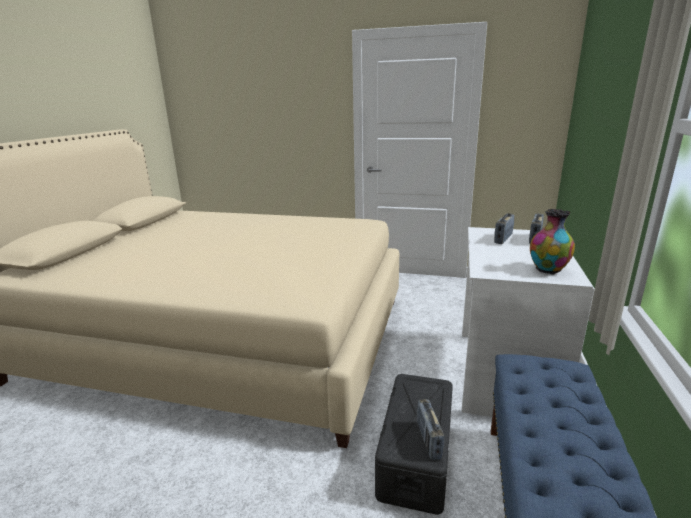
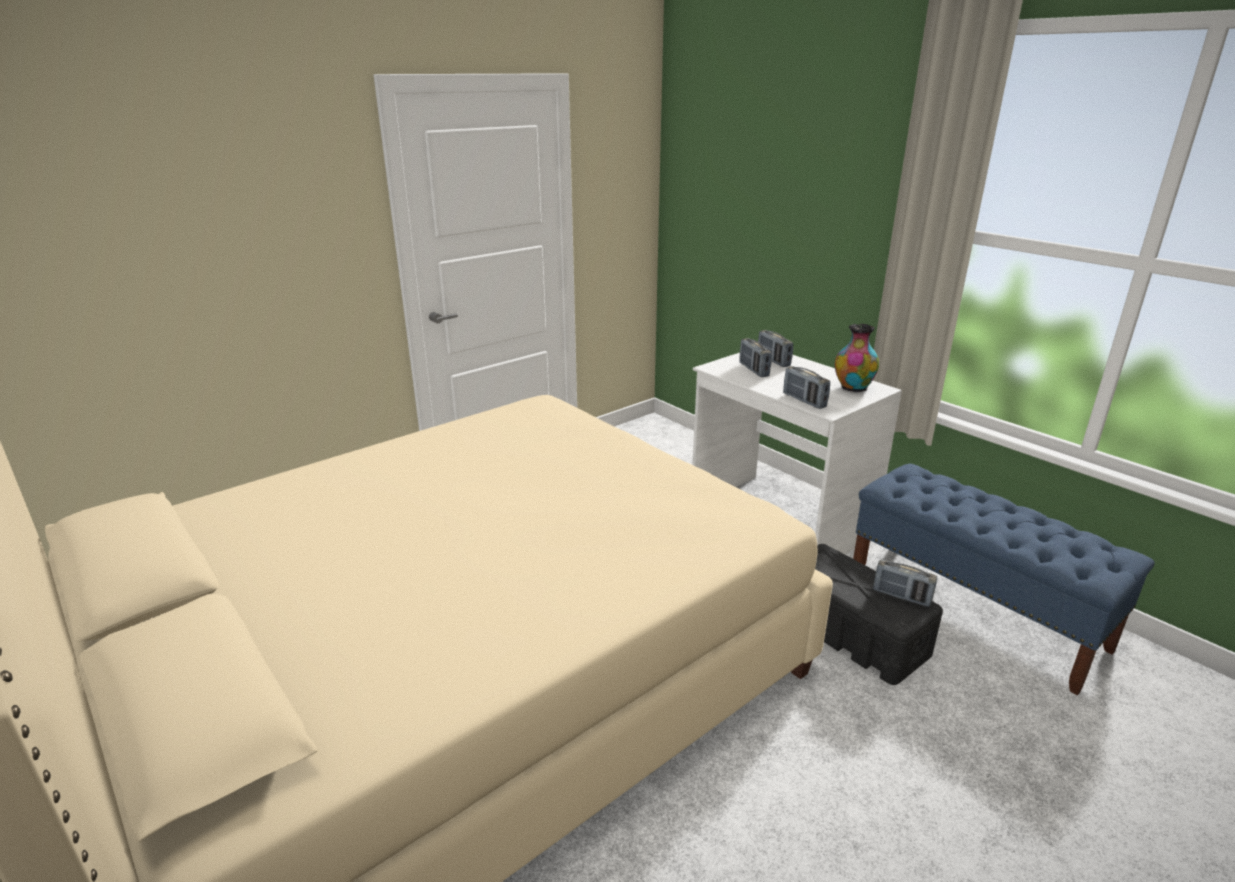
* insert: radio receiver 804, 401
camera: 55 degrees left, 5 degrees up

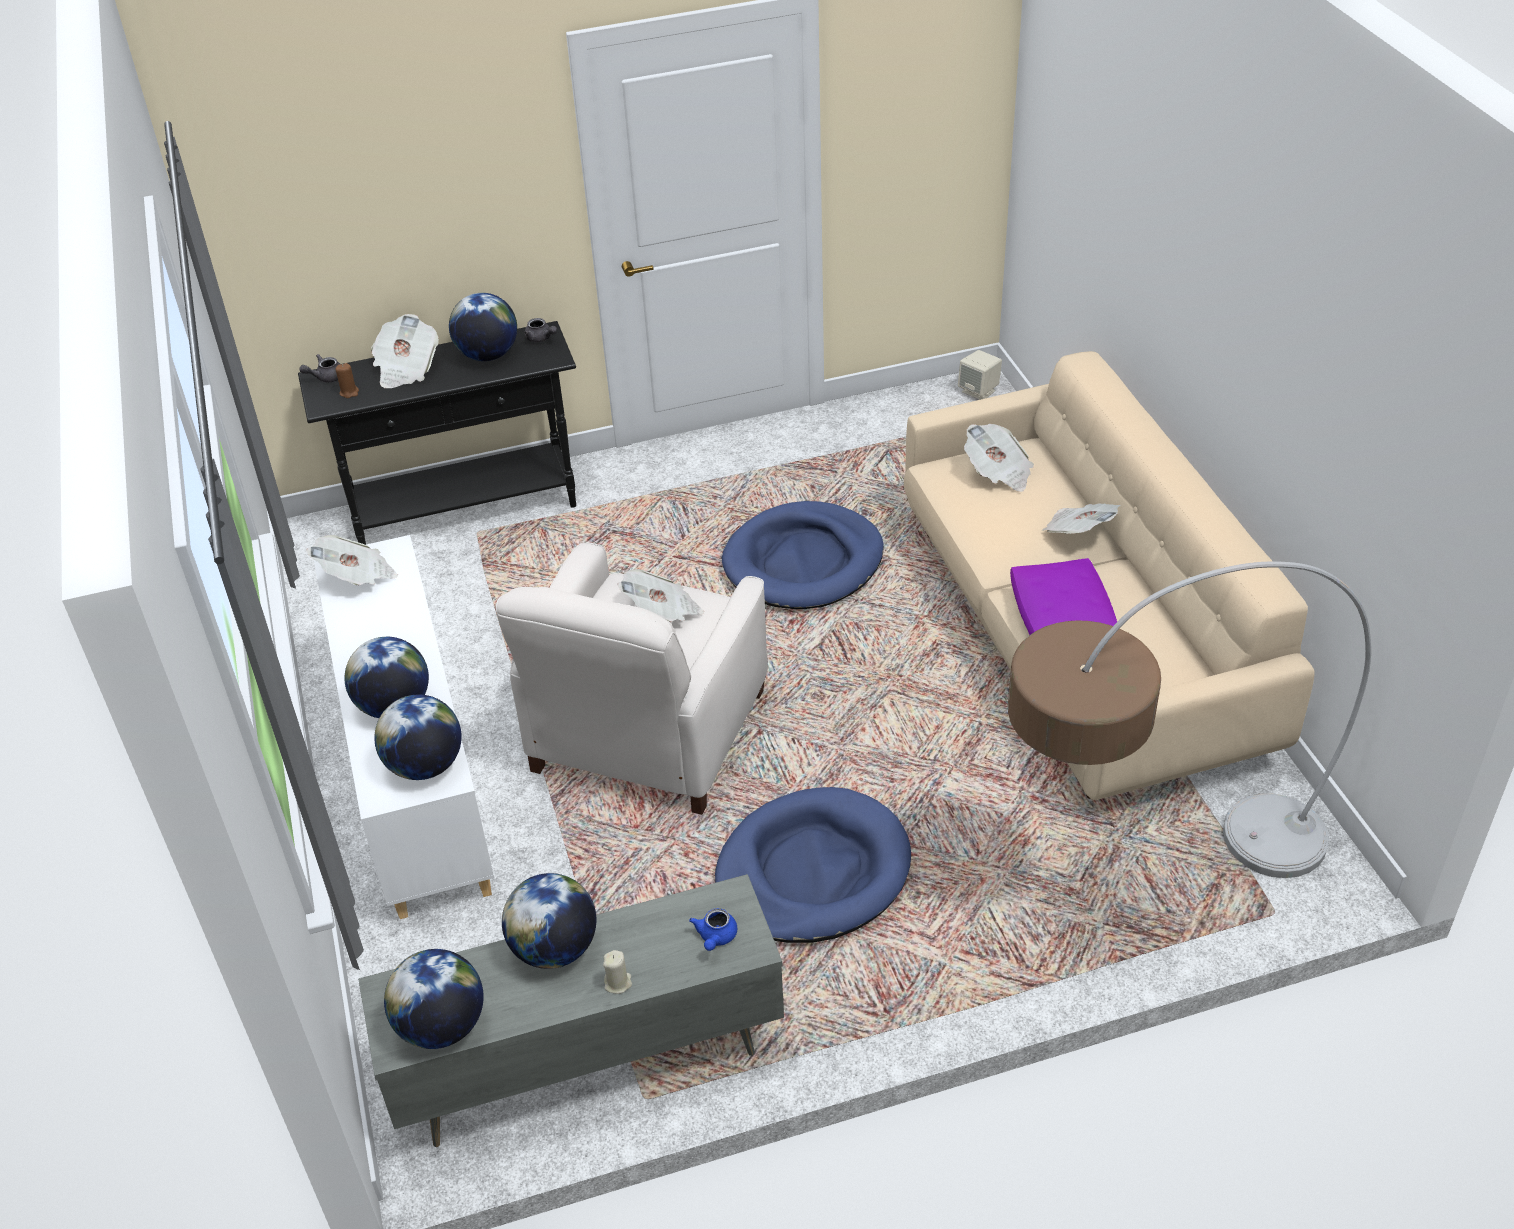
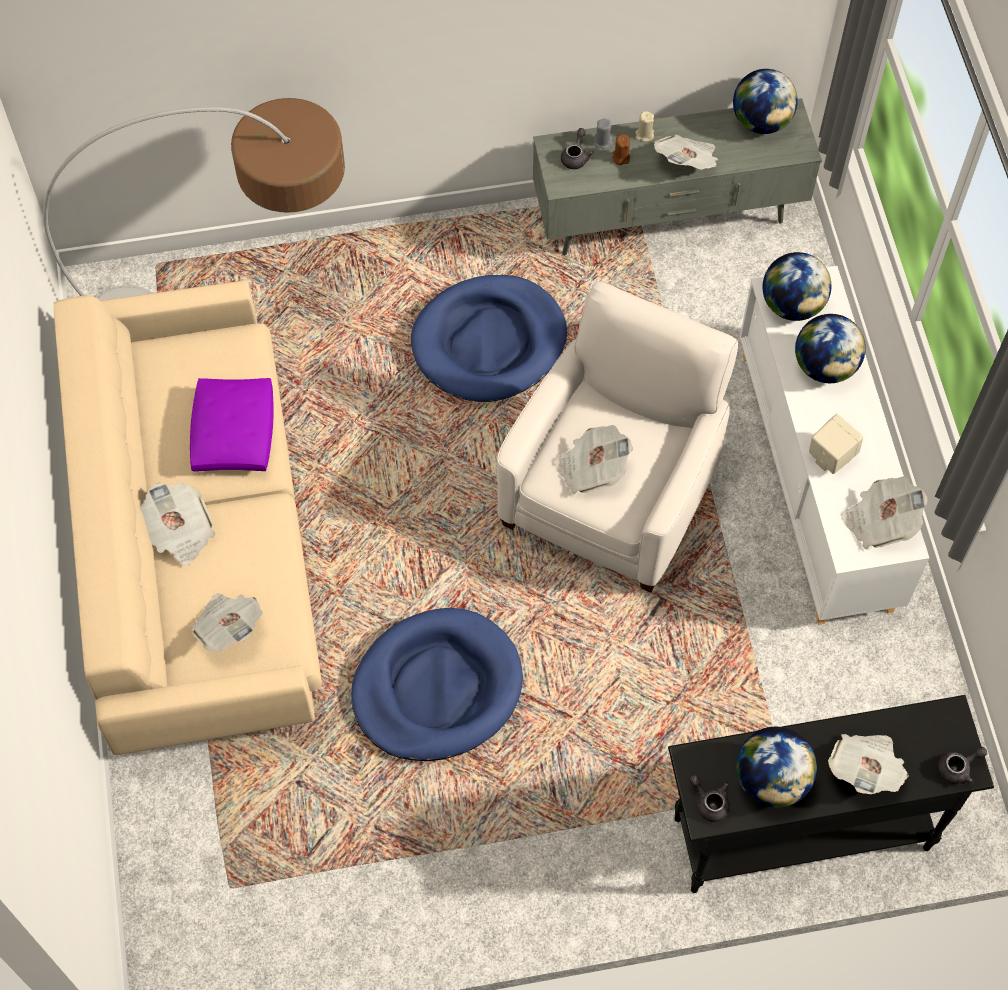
* move: wax light in brown 349, 392 to 620, 157
* replace: globe 554, 949 to daily paper 687, 162
* recolor: teapot in blue 715, 937 to teapot in greyish 576, 156
* move: speaker in beige-coloured 979, 391 to 830, 457
* insert: wax light in greyish 603, 141
camera: 175 degrees left, 20 degrees up

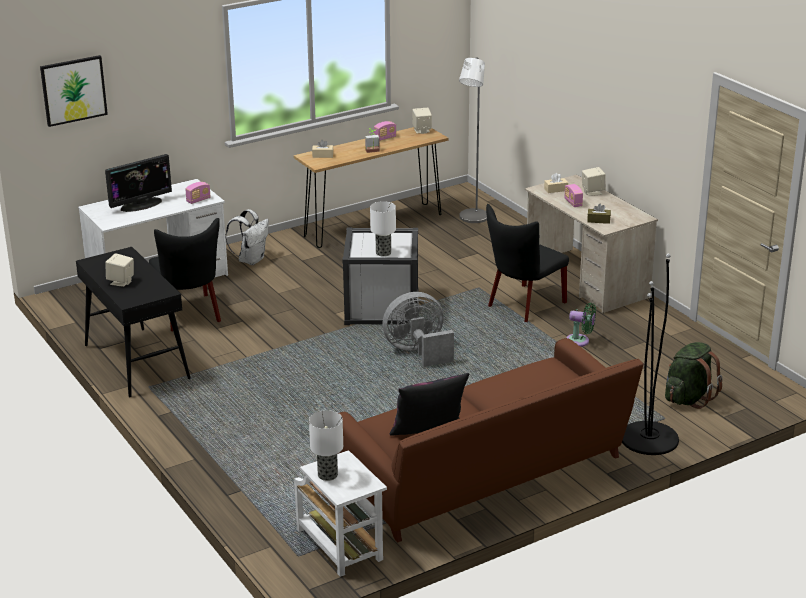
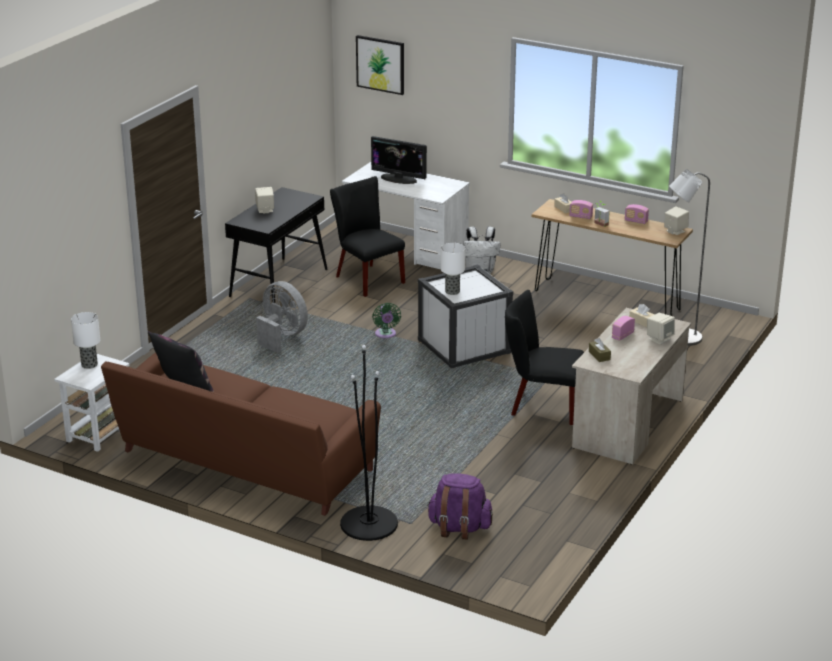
* rotate: upright chair in blackish 189, 315 = 366, 278 105 degrees clockwise
* move: radio receiver 198, 200 to 580, 217
* move: cooling fan in greyish 418, 352 to 282, 336
* move: cooling fan in green 580, 341 to 385, 335
* recolor: knapsack in green 688, 398 to knapsack in purplish 459, 528
camera: 60 degrees right, 0 degrees up

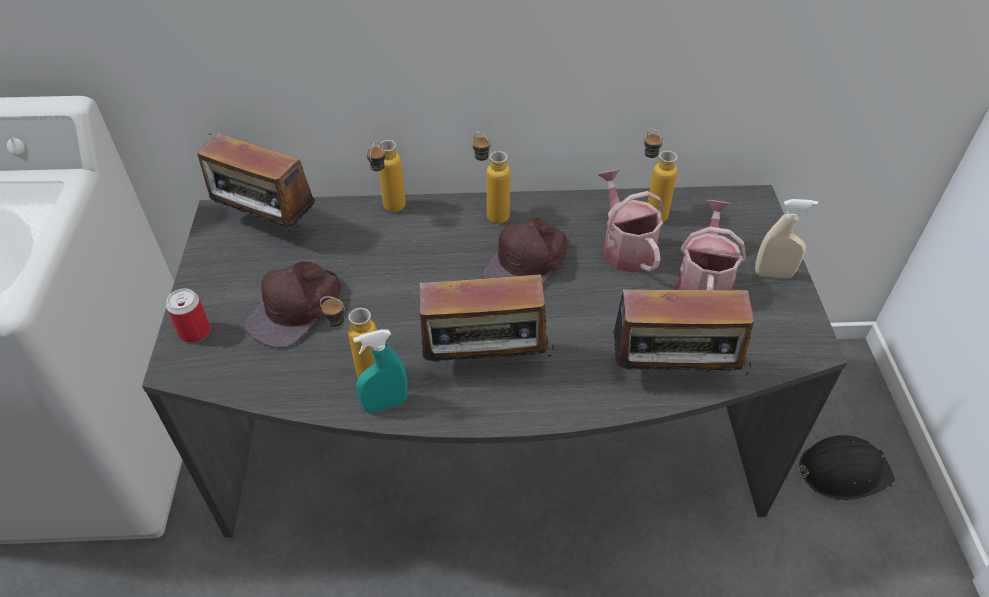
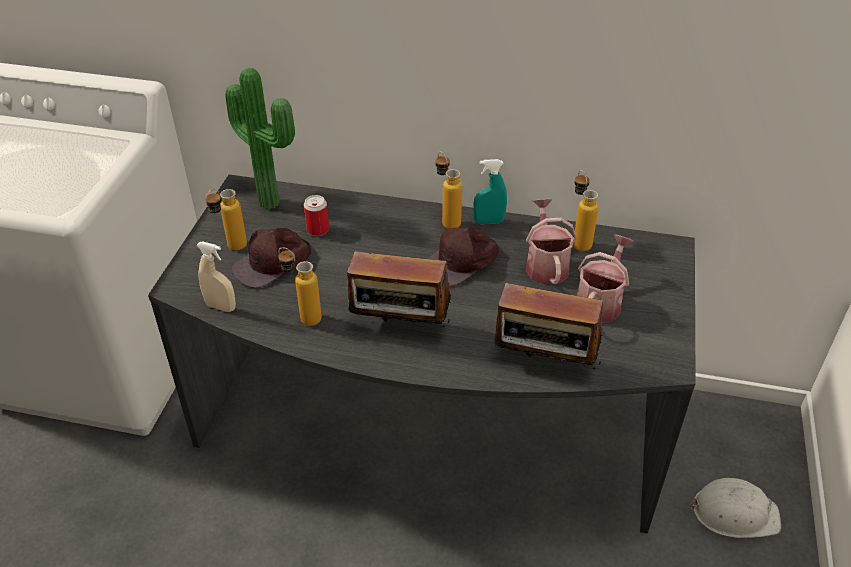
* move: metal can 195, 332 to 318, 230
* replace: radio receiver 267, 225 to potted plant 272, 201
* move: sprayer in blue-green 385, 404 to 489, 222
* move: beverage bottle 390, 211 to 231, 249
* move: sprayer in beige-coloured 773, 274 to 221, 307
* recolor: hard hat in blackish 842, 471 to hard hat in white-coloured 734, 513
camera: 15 degrees right, 5 degrees down

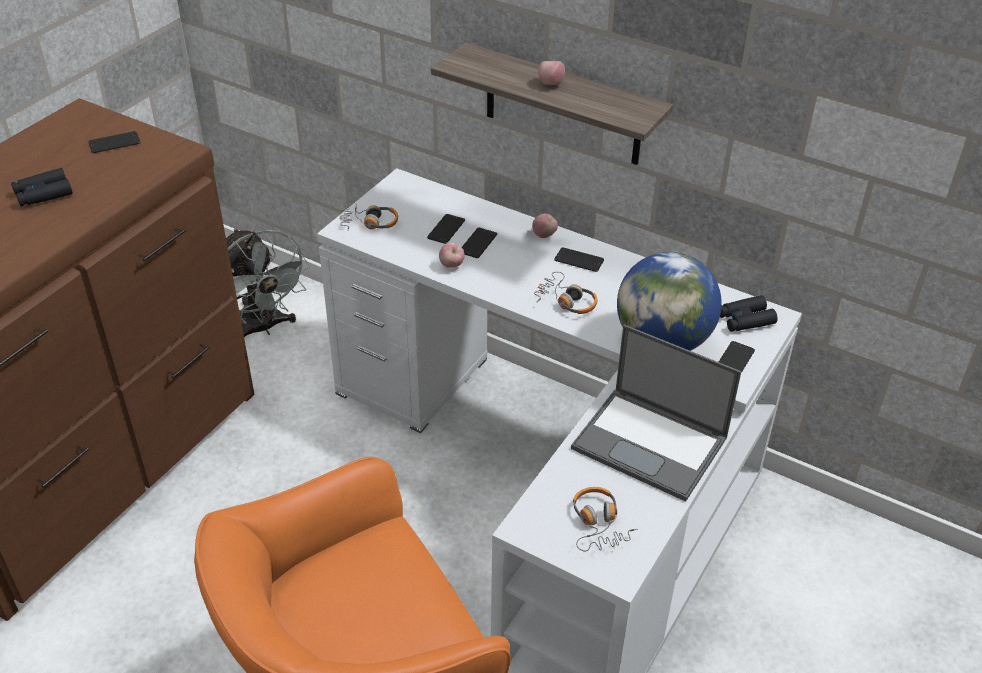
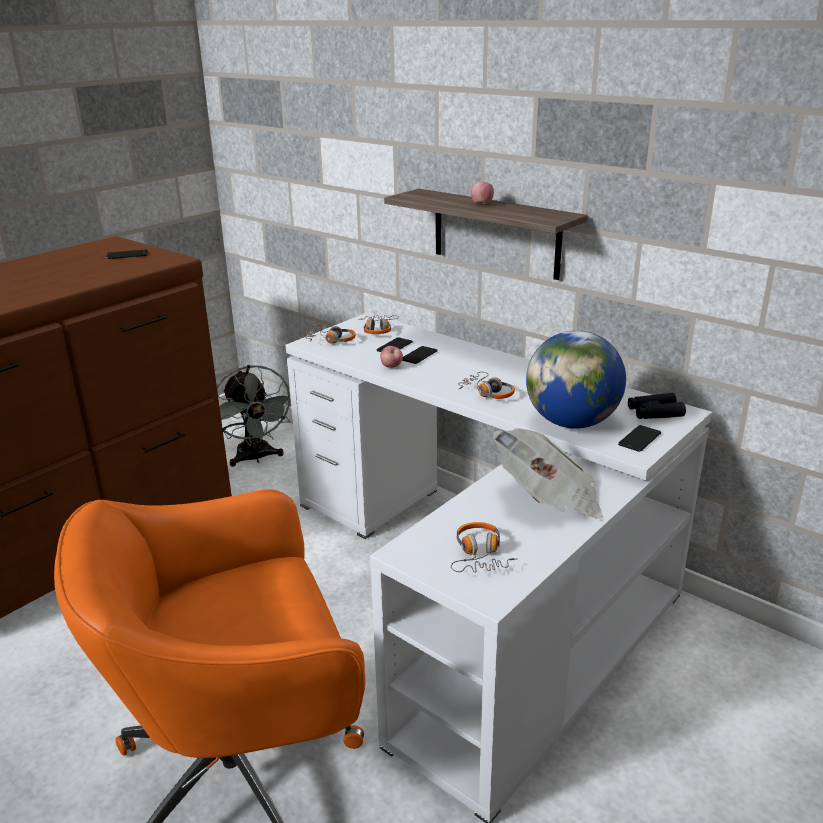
* delete: field glasses in blackish 43, 194
* delete: apple 544, 235
* delete: handset 579, 260
* replace: portable computer 651, 443 to daily paper 548, 499
* insert: headset 378, 329
camera: 10 degrees right, 15 degrees down

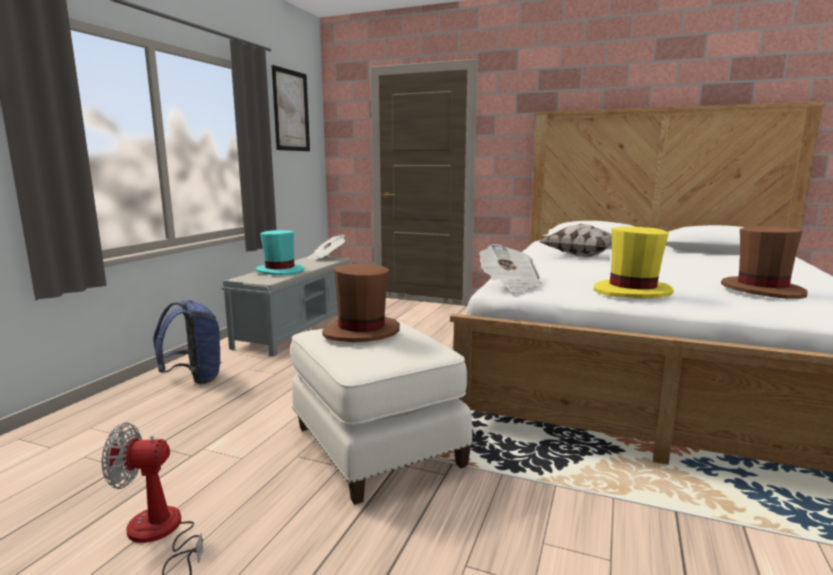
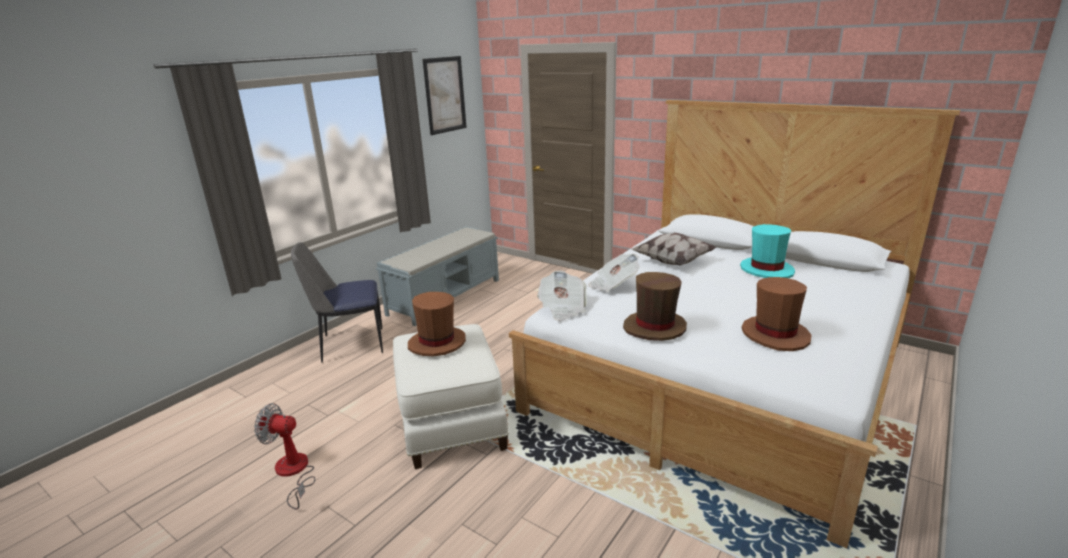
* replace: knapsack in blue 194, 379 to upright chair 350, 345
* move: clothing hat in blue-green 280, 271 to 766, 270
* move: daily paper 326, 257 to 613, 285
* recolor: clothing hat in yellowish 632, 291 to clothing hat in brown 654, 327
camera: 15 degrees right, 10 degrees up

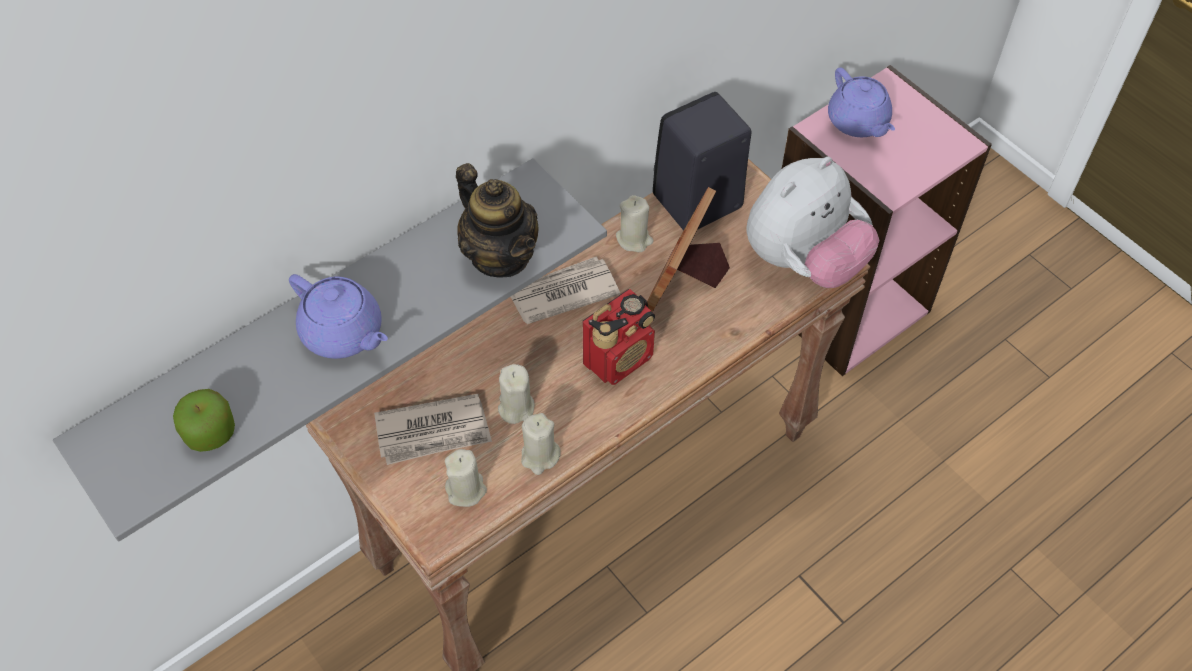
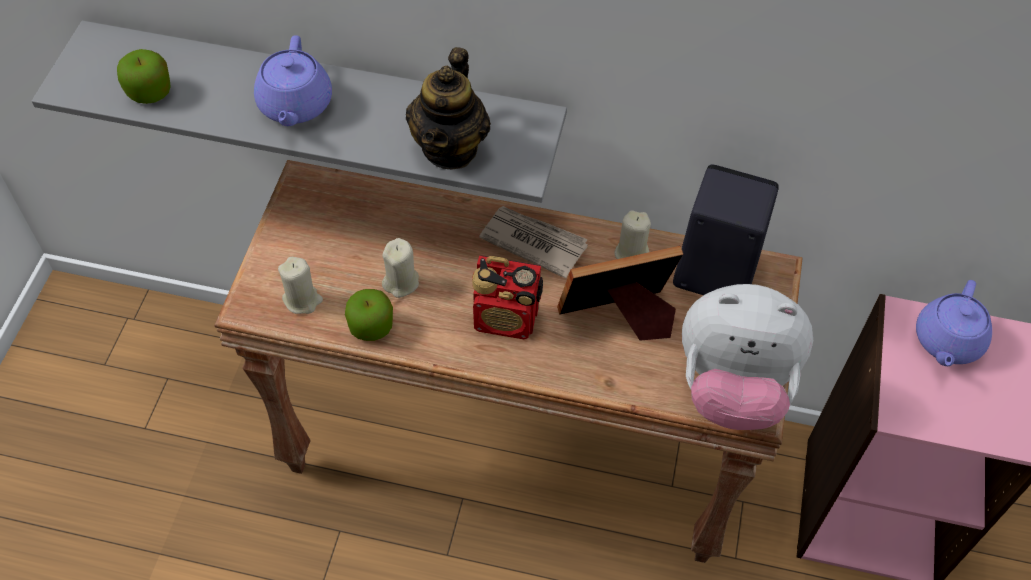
* delete: daily paper 433, 432
* replace: wax light in beige-coloured 540, 456 to apple 371, 326
camera: 50 degrees right, 0 degrees up

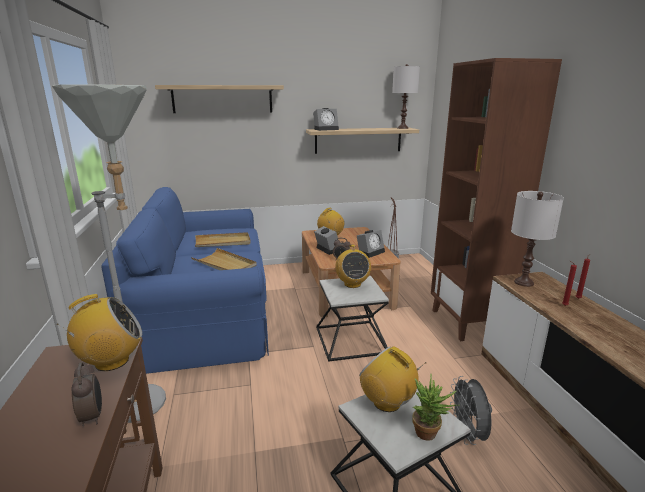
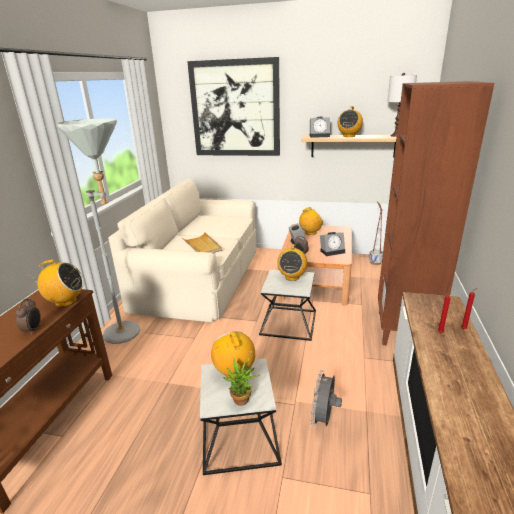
* recolor: couch in blue 205, 310 to couch in beige-coloured 200, 277
* replace: shelf 222, 99 to wall picture 235, 109
* delete: tray in beige-coloured 223, 242
* delete: table lamp in white-coloured 523, 282
* insert: radio receiver 349, 136
camera: 25 degrees right, 5 degrees up

